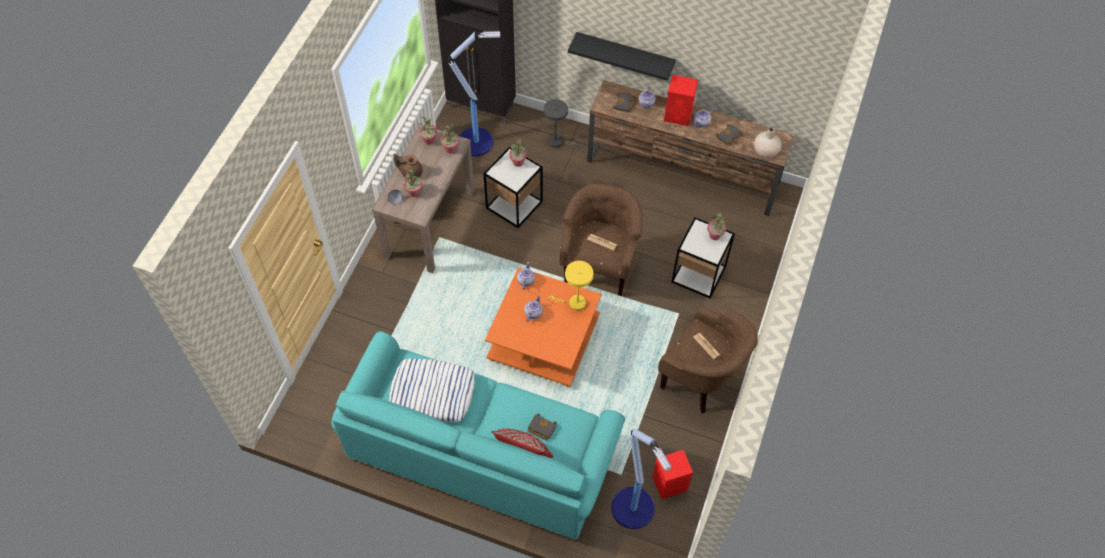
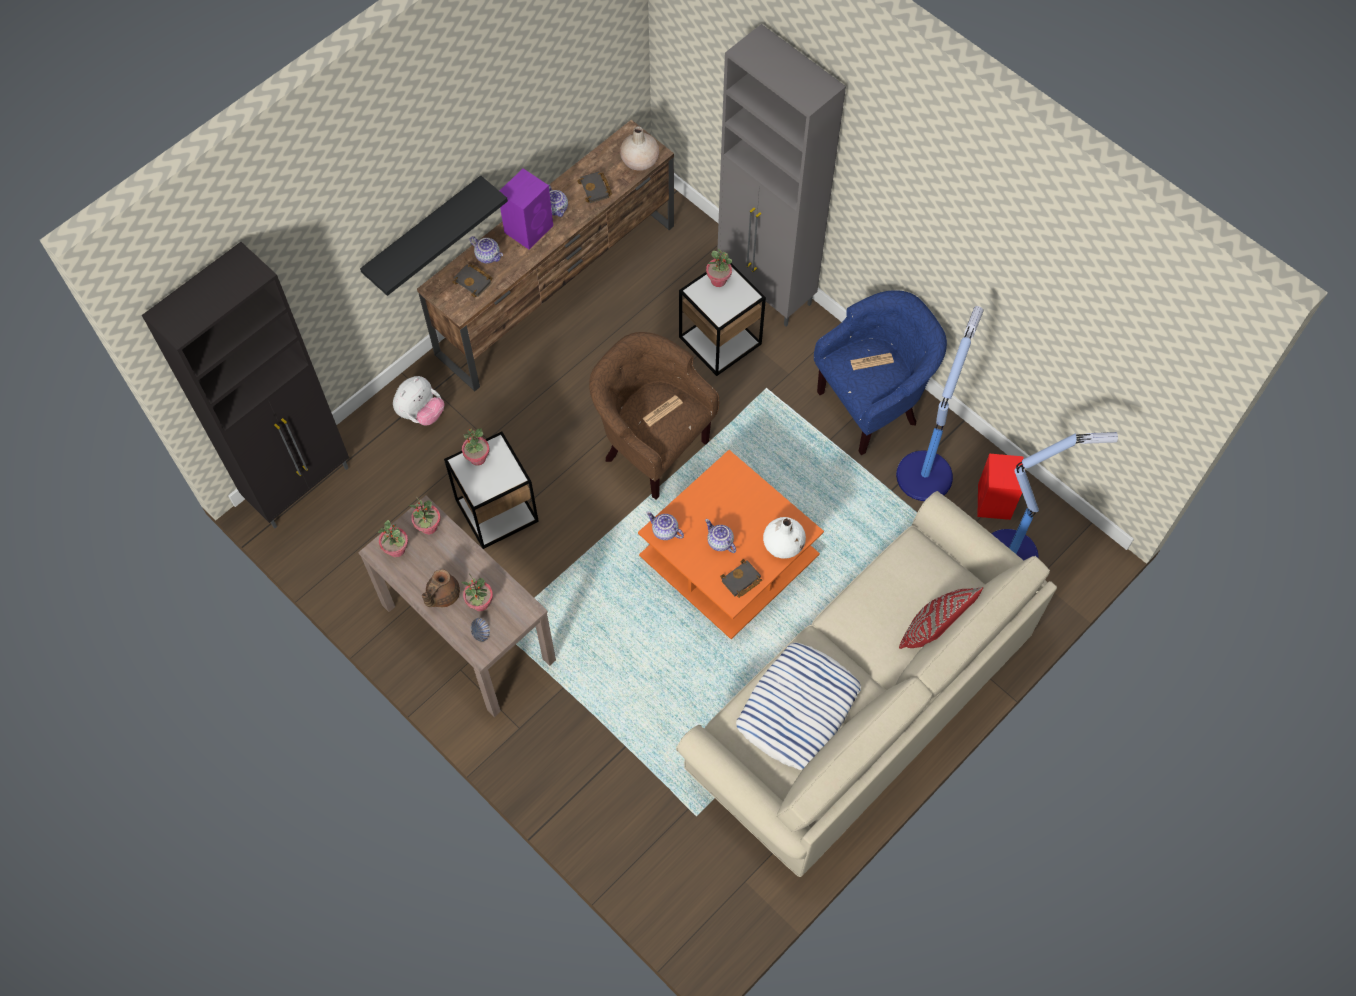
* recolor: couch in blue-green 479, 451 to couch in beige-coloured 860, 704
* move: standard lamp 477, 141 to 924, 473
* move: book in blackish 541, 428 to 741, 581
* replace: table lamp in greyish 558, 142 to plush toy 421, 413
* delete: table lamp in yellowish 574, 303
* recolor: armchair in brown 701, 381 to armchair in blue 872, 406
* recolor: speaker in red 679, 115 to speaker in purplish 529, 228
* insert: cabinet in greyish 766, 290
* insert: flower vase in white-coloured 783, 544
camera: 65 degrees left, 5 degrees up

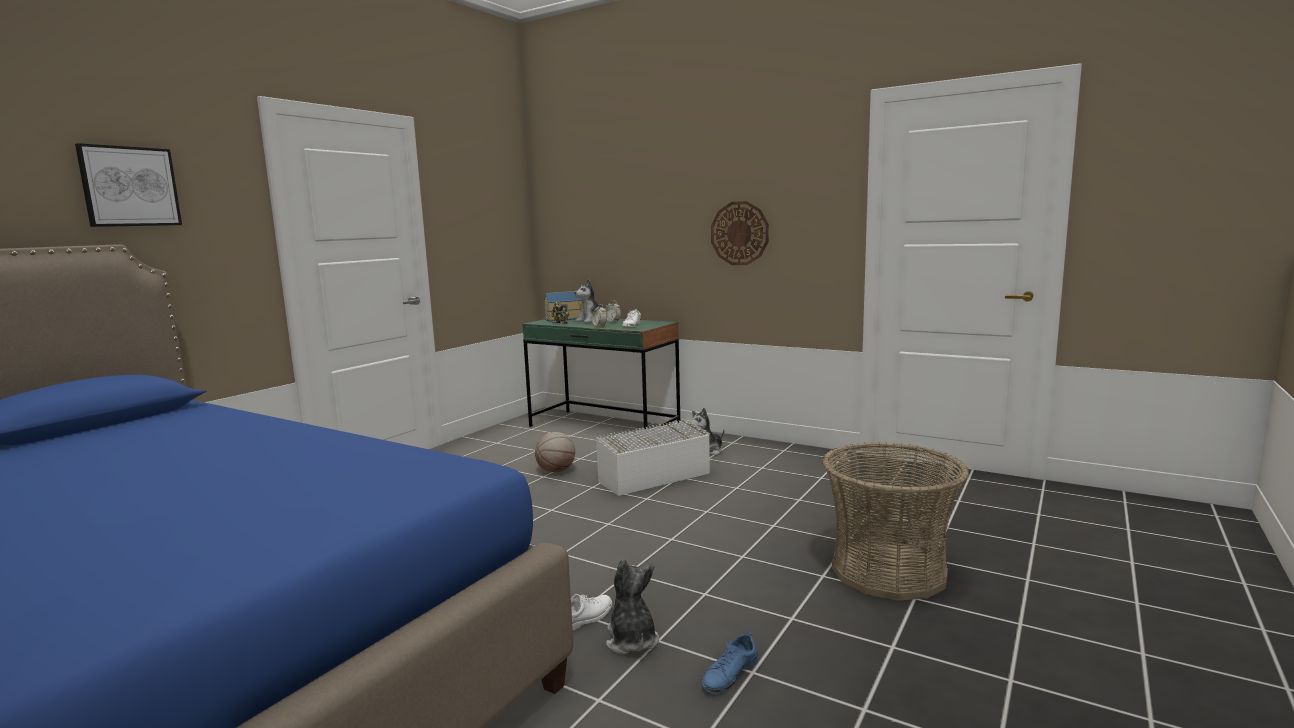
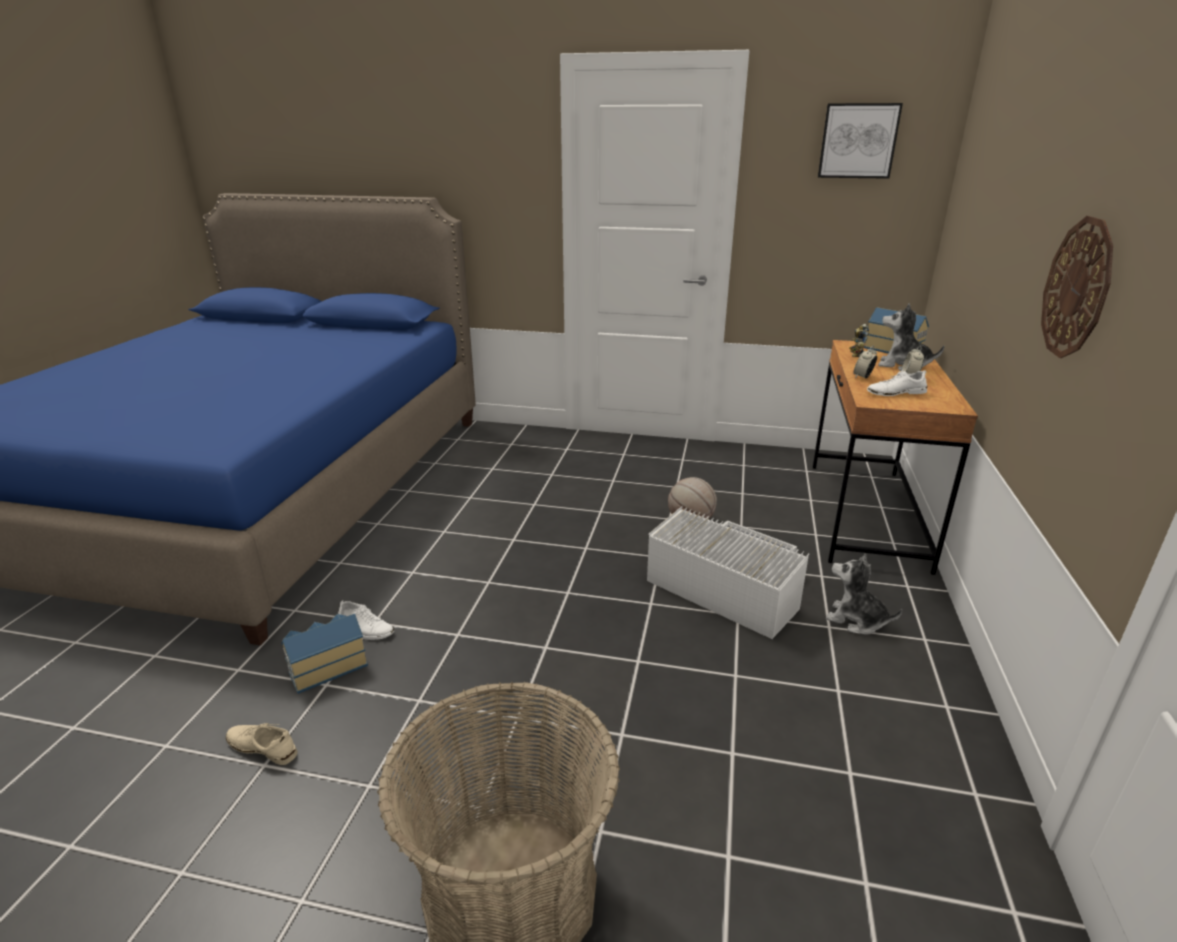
* move: wall picture 129, 186 to 858, 141
* recolor: desk table in green 603, 427 to desk table in brown 865, 514
* replace: plush toy 631, 640 to toy house 326, 667
* recolor: item of footwear in blue 730, 674 to item of footwear in beige-coloured 262, 747
camera: 70 degrees right, 15 degrees up

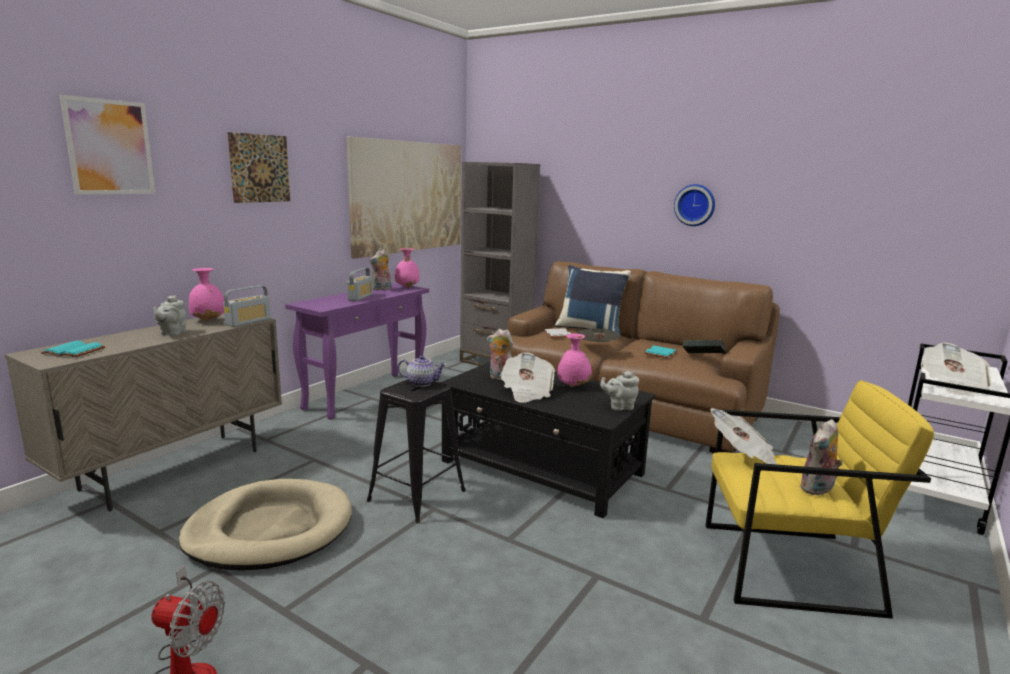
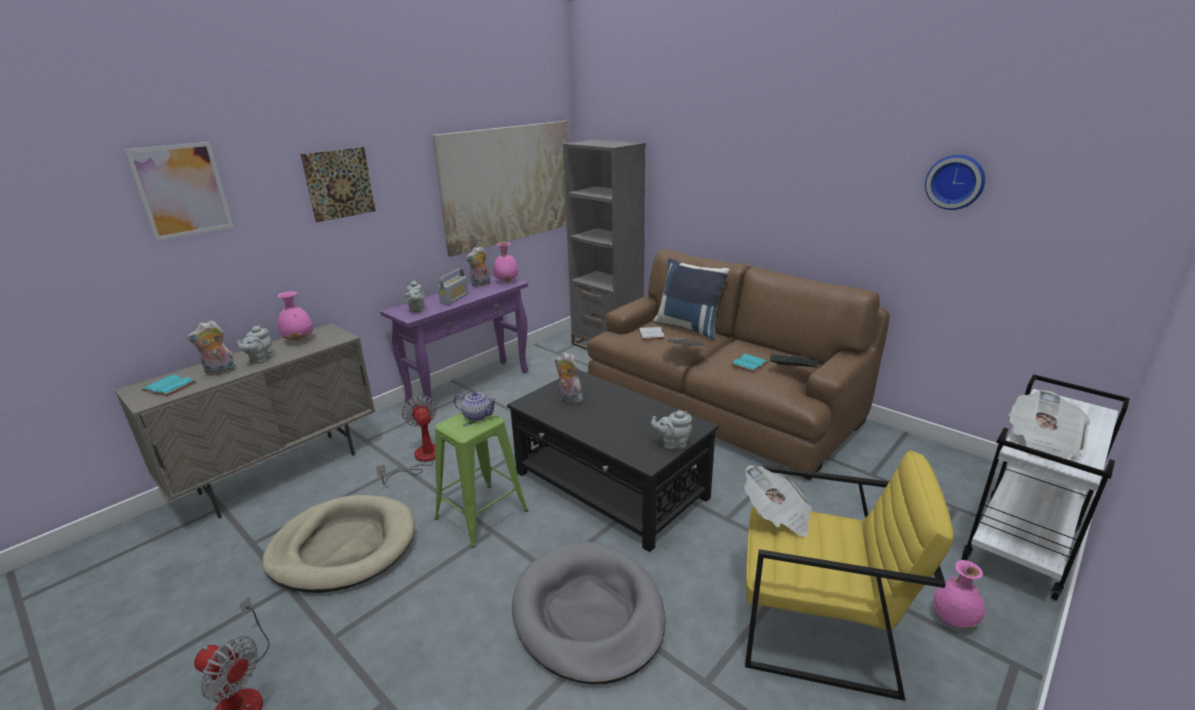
* delete: radio receiver 248, 322
* recolor: stool seat in blackish 416, 496 to stool seat in green 481, 515
* delete: daily paper 527, 392
* move: flower vase in pink 573, 386 to 953, 619
* move: hanging clock 695, 205 to 955, 181
* move: plush toy 818, 489 to 220, 372
* insert: cooling fan 421, 459
* insert: teapot in greyish 416, 310
* insert: dog bed in greyish 588, 614
camera: 10 degrees right, 10 degrees up

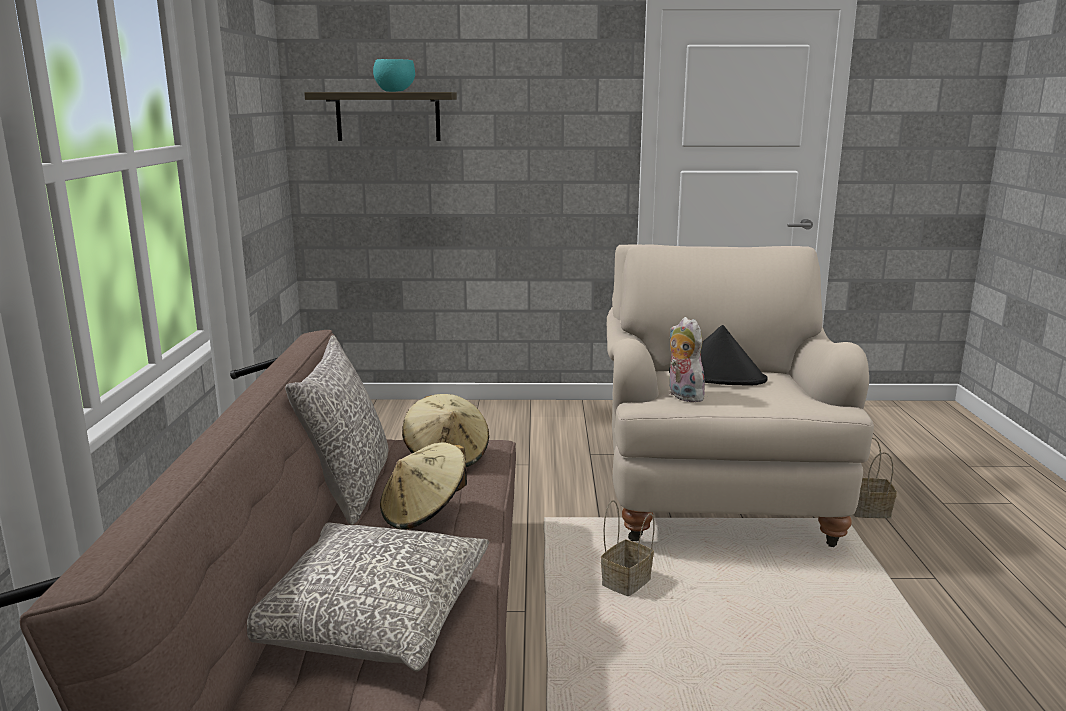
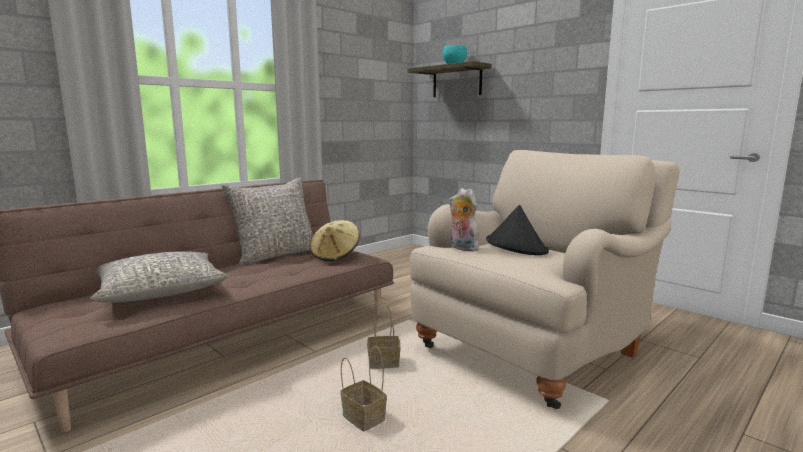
* delete: clothing hat in beige-coloured 424, 513
* rotate: plush toy 682, 396 = 462, 248 60 degrees counterclockwise
* move: household basket 867, 511 to 362, 418
camera: 45 degrees right, 5 degrees down

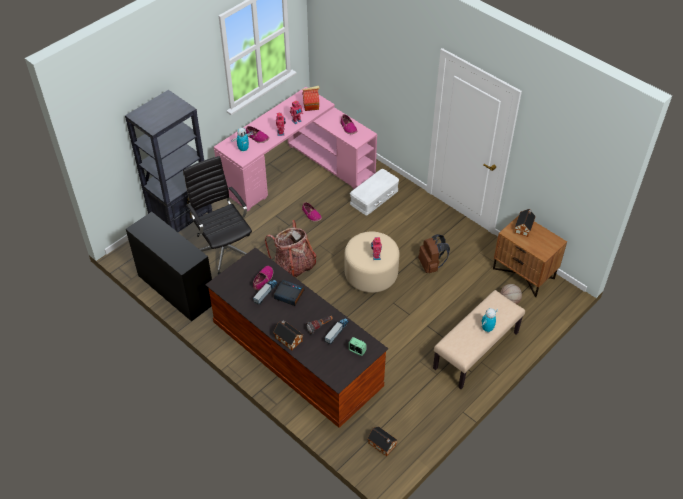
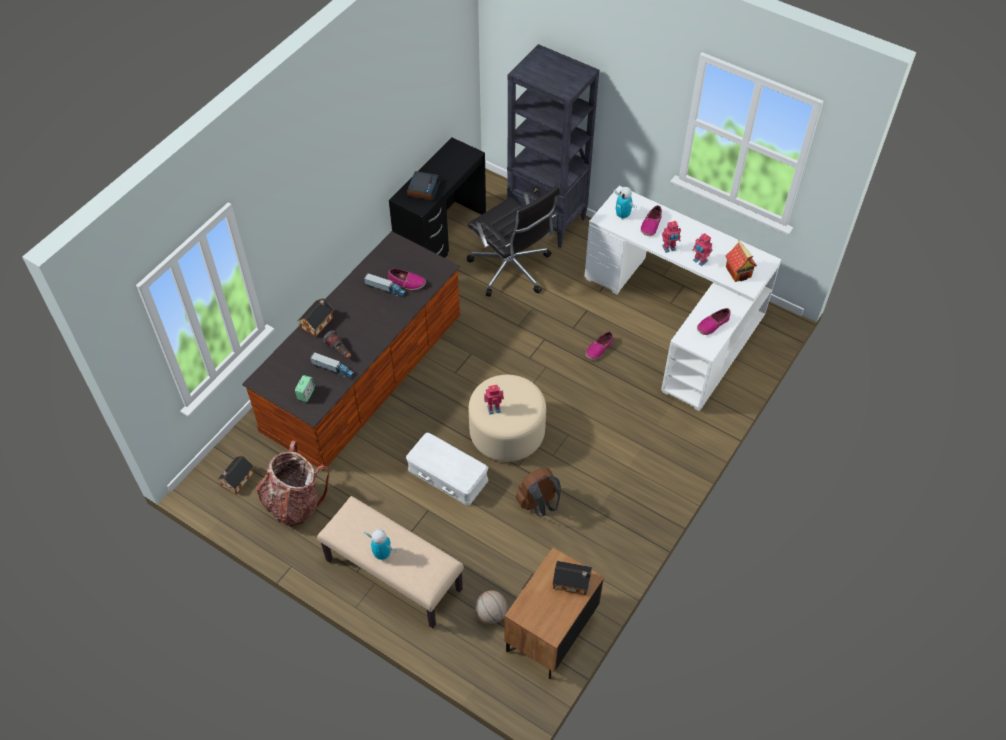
* rotate: office chair in blackish 224, 250 = 512, 270 90 degrees clockwise
* recolor: desk table in pink 296, 170 to desk table in white-coloured 680, 318
* move: knapsack 294, 265 to 294, 502
* move: table clock 288, 295 to 423, 189
* move: storage box in white-coloured 374, 197 to 447, 475
camera: 80 degrees right, 5 degrees up

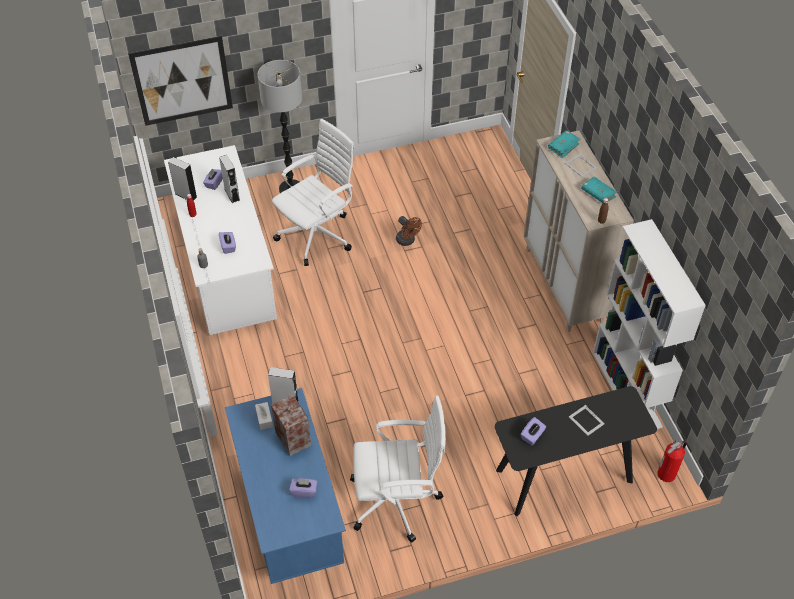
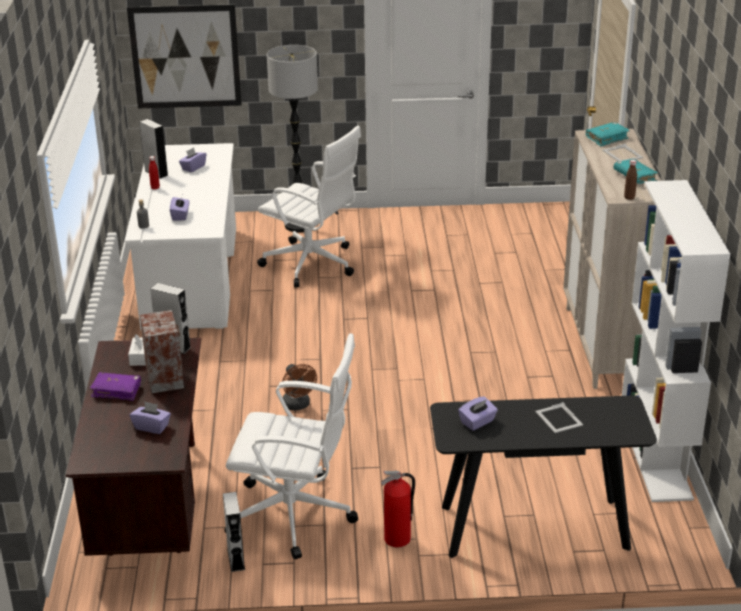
* move: speaker in greyish 232, 194 to 236, 559
* recolor: desk table in blue 290, 514 to desk table in brown 151, 506
* rotate: office chair in white-coloured 318, 234 = 312, 264 60 degrees clockwise
* move: cooling fan in brown 407, 241 to 298, 405
* move: fire-fighting cylinder 667, 474 to 398, 539
* insert: book in purplish 116, 391
camera: 15 degrees right, 20 degrees down

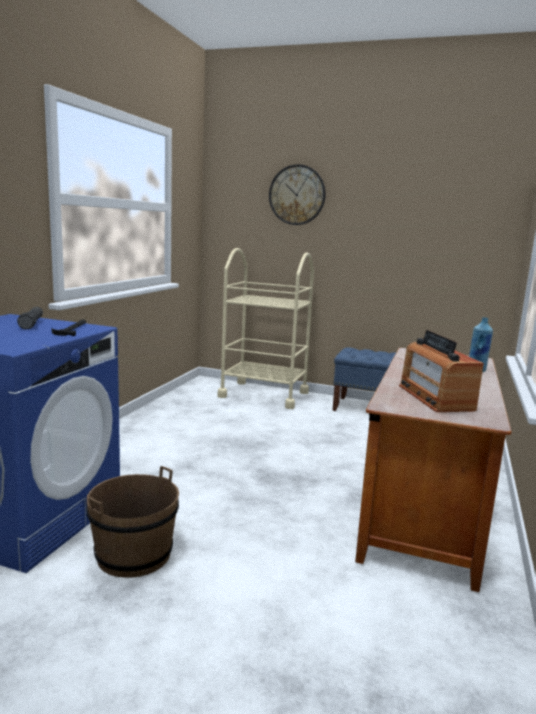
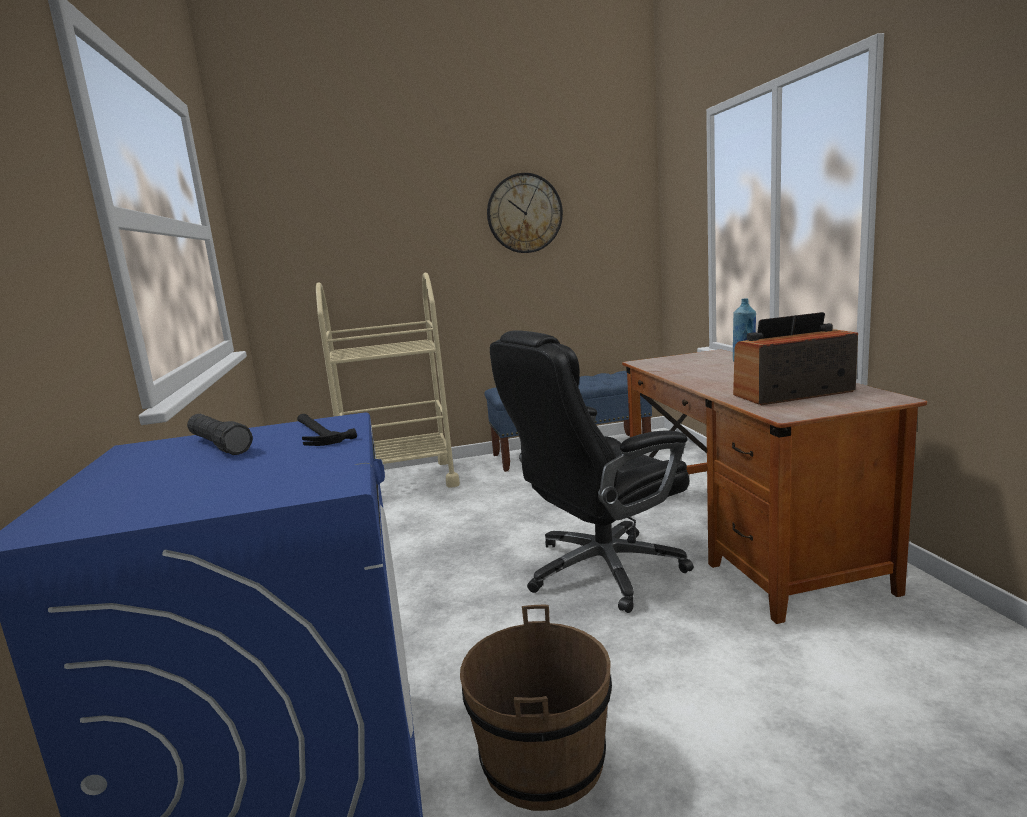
* move: hanging clock 297, 195 to 524, 213
* rotate: radio receiver 435, 397 = 793, 393 120 degrees clockwise
* insert: office chair in blackish 600, 570
camera: 30 degrees left, 0 degrees up

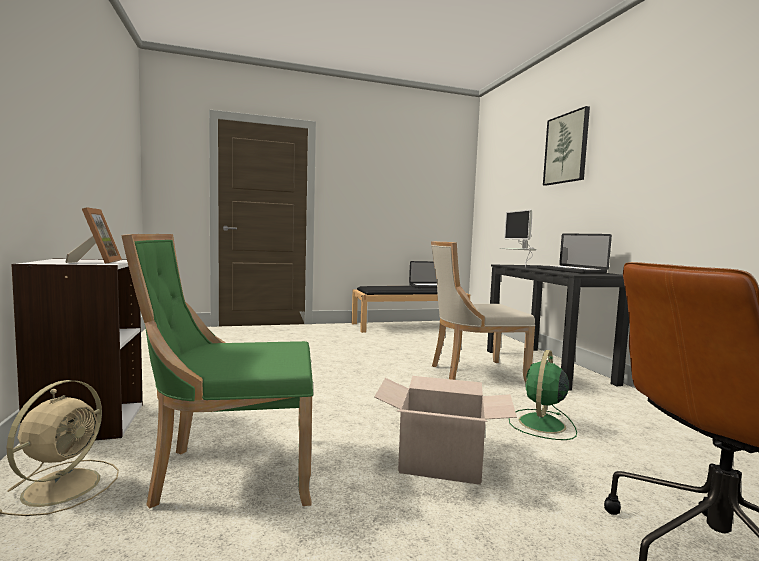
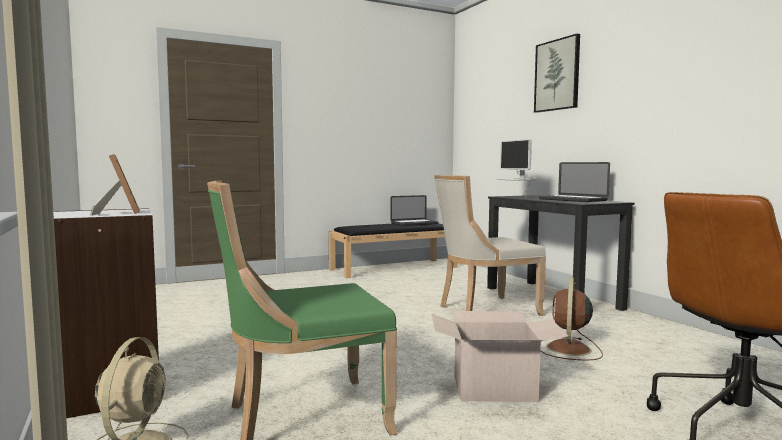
* recolor: cooling fan in green 541, 424 to cooling fan in brown 568, 349
camera: 10 degrees left, 0 degrees up

